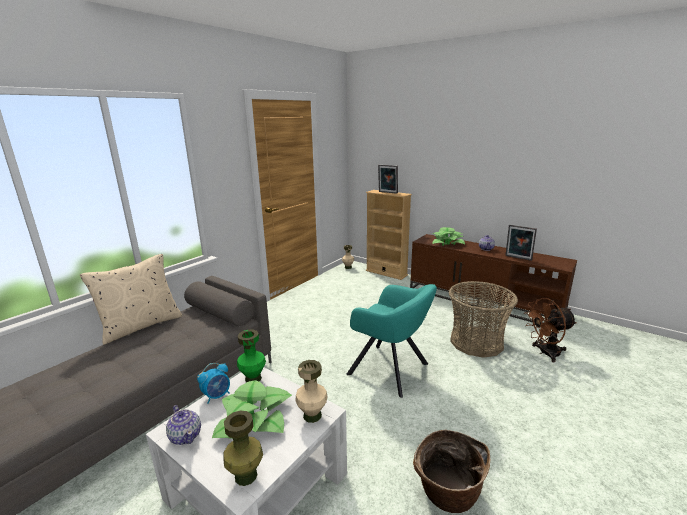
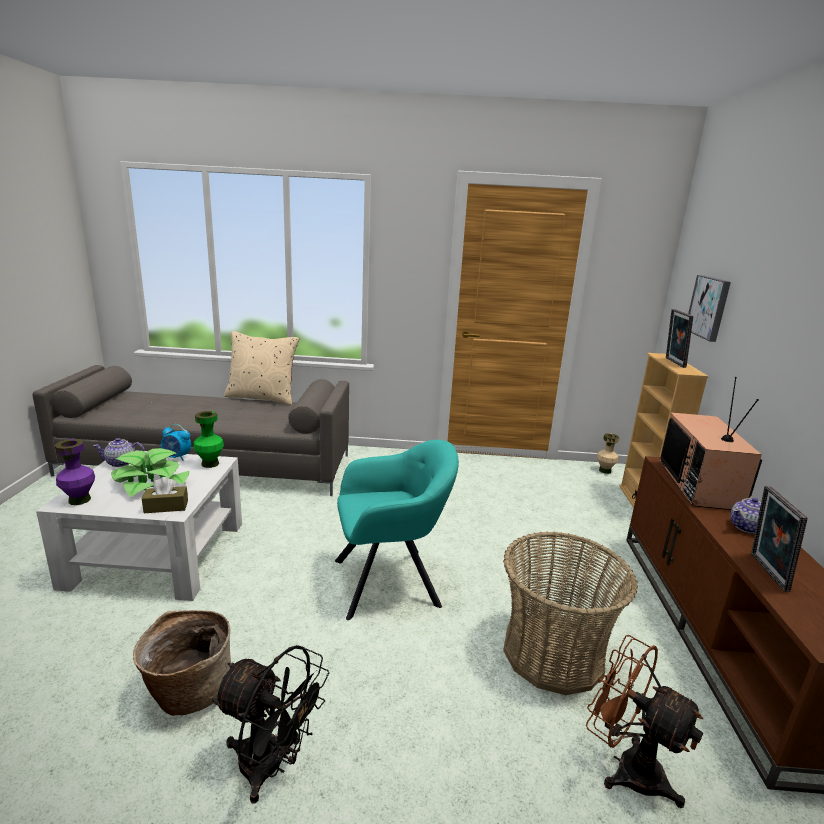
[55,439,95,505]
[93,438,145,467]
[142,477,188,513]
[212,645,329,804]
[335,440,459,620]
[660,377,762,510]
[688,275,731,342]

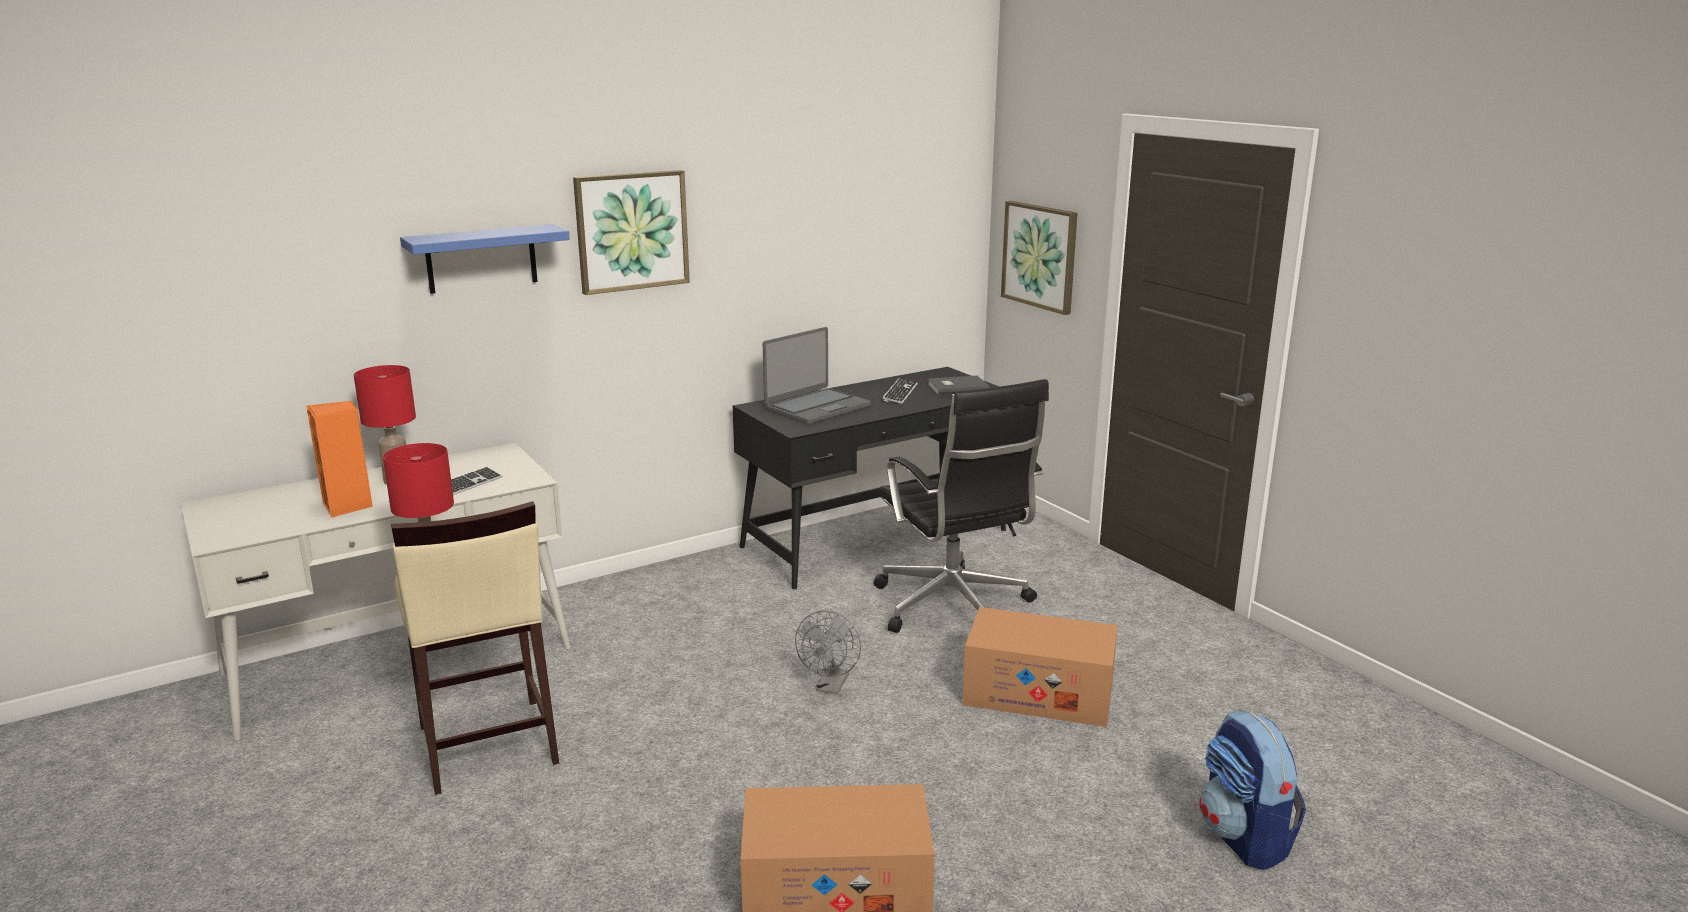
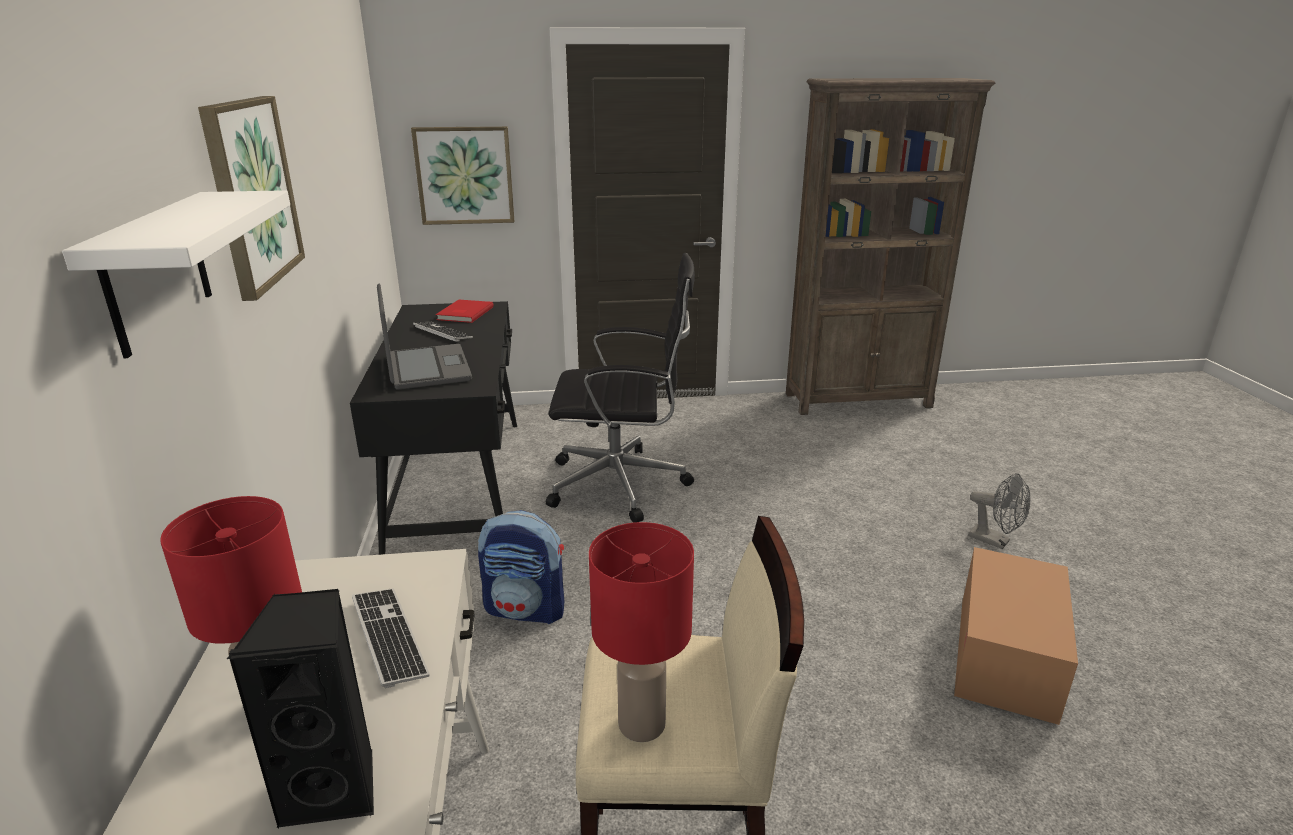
[62,190,290,358]
[227,589,374,828]
[436,300,494,323]
[478,510,564,624]
[786,78,995,415]
[968,473,1031,549]
[963,607,1118,727] (first image)

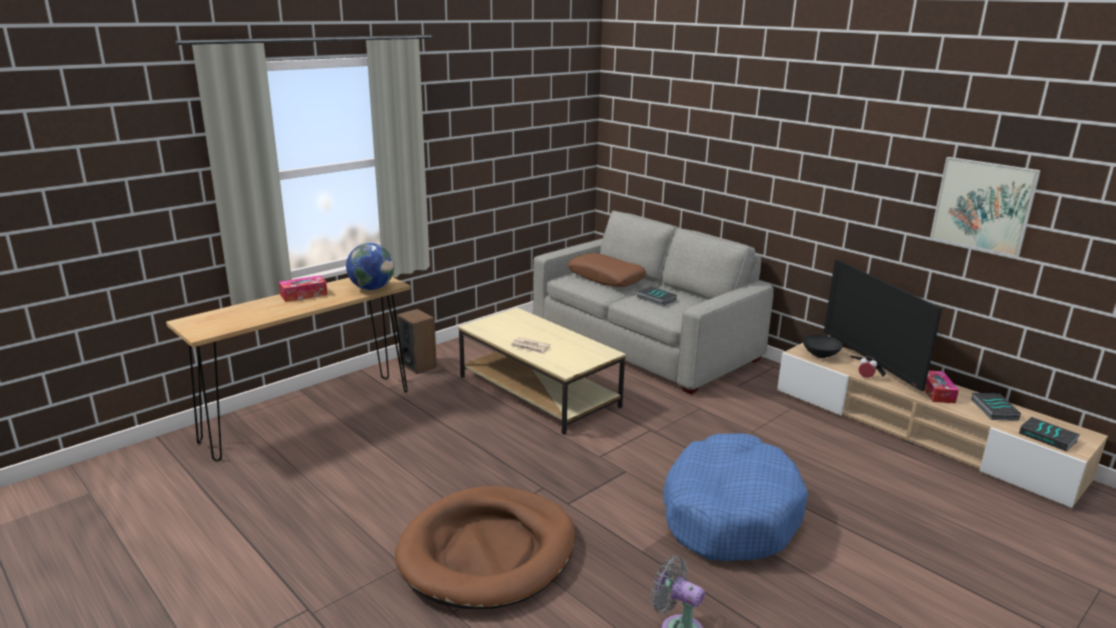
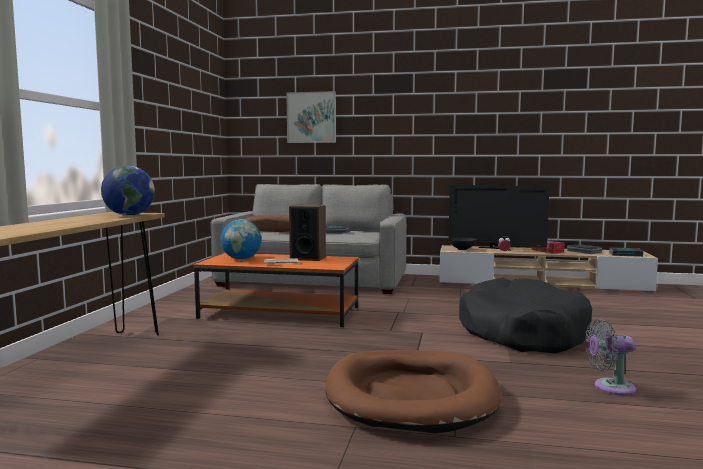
[193,253,359,327]
[221,219,261,260]
[286,91,336,143]
[289,205,326,261]
[459,278,592,353]
[279,275,328,302] (first image)

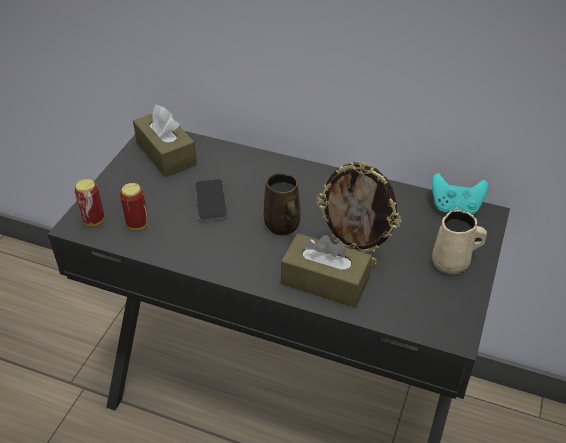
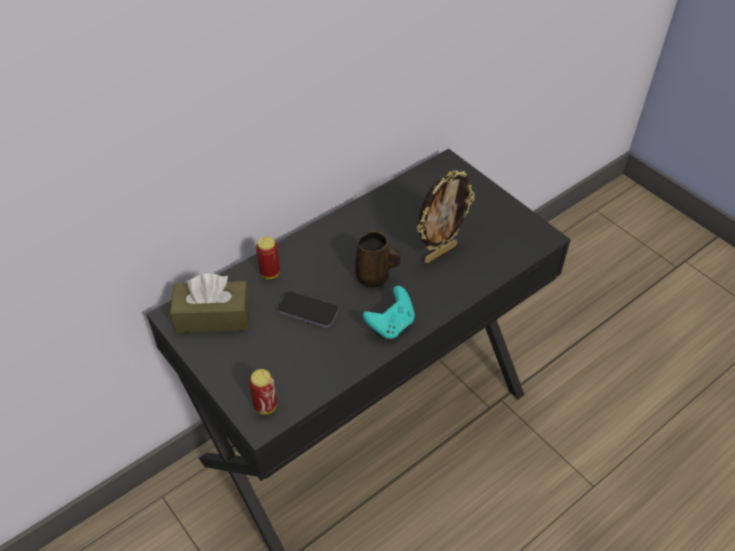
[256,236,280,279]
[363,286,415,339]
[281,233,372,308] (first image)
[432,210,487,274] (first image)

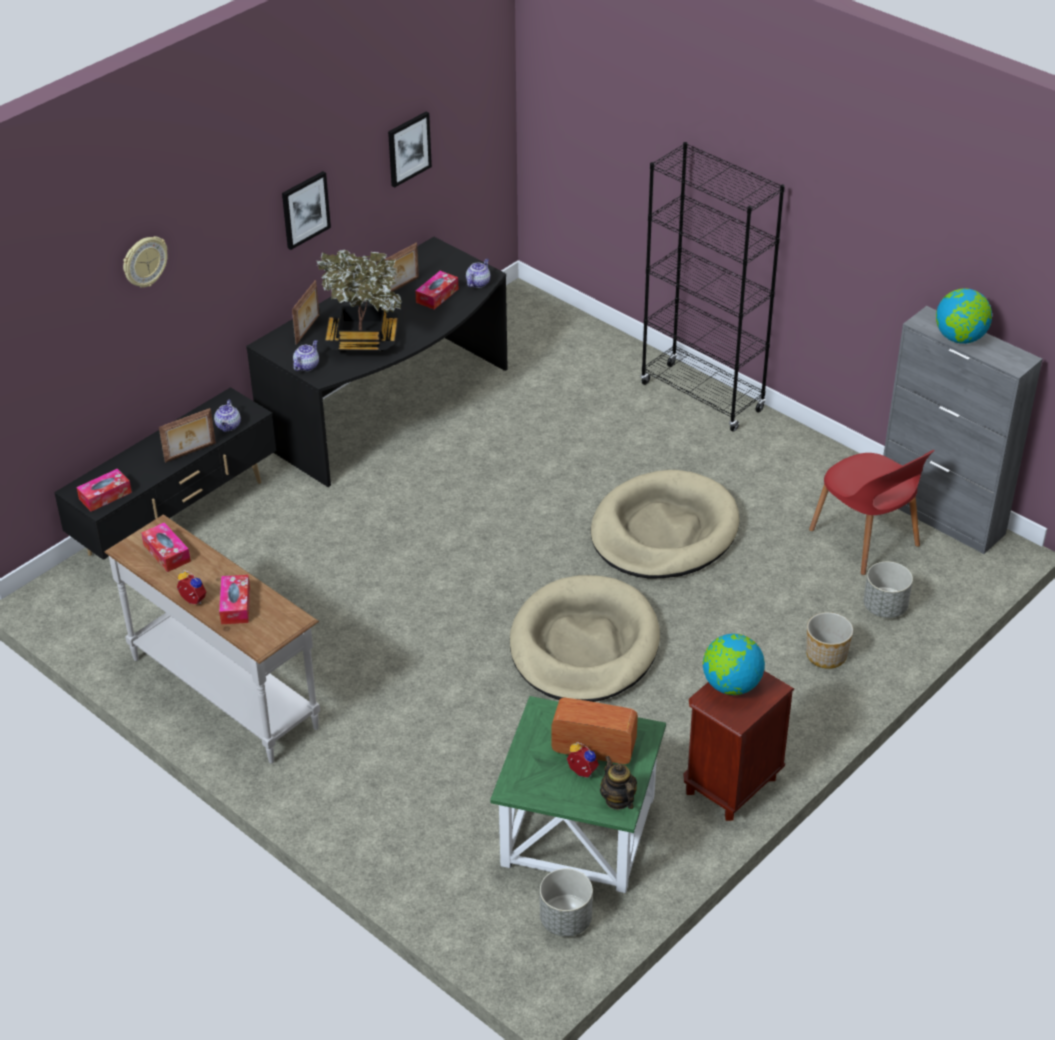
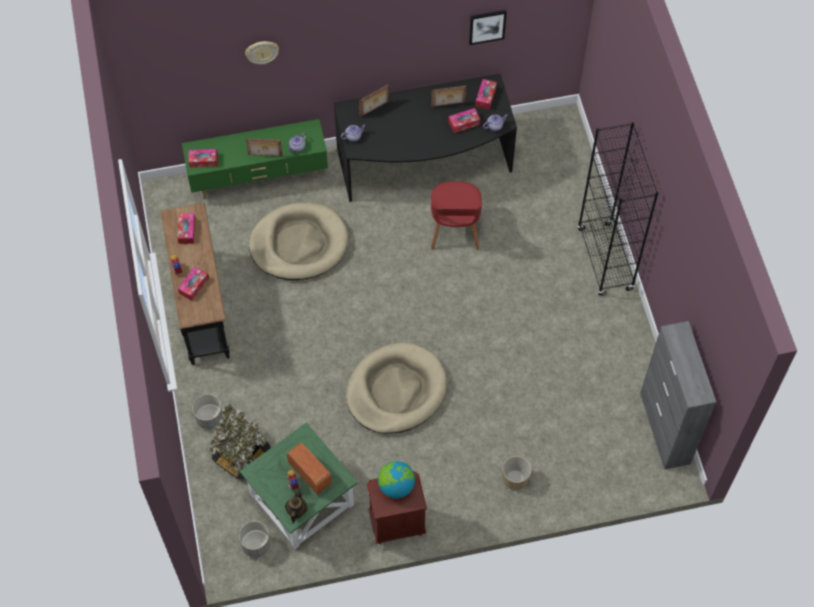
[160,203,229,365]
[182,119,328,199]
[192,394,224,430]
[209,403,271,480]
[249,202,348,280]
[431,181,482,250]
[475,79,497,110]
[282,171,331,250] (first image)
[936,288,992,344] (first image)

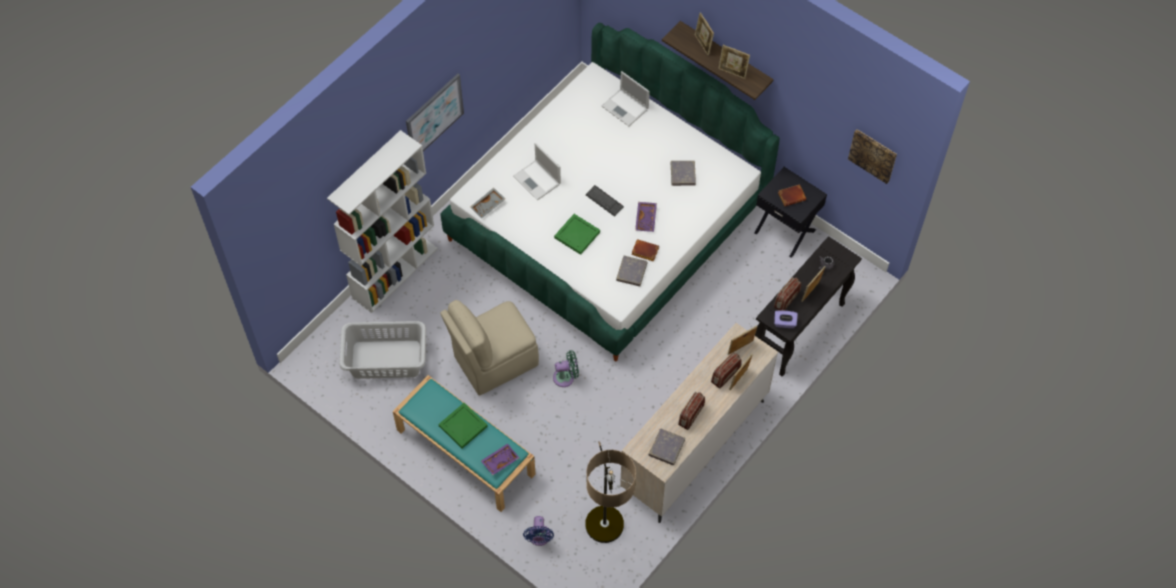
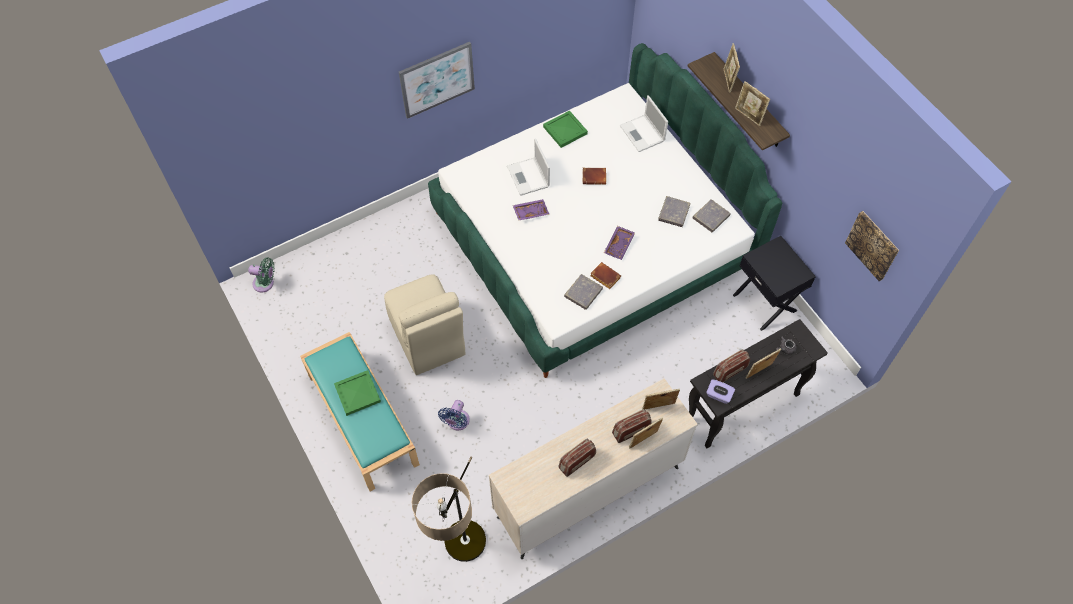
[248,257,275,292]
[384,274,465,375]
[438,400,470,431]
[513,199,549,220]
[543,110,588,148]
[582,168,606,185]
[693,199,731,232]
[327,130,438,313] (first image)
[339,321,426,379] (first image)
[470,188,505,218] (first image)
[586,185,624,217] (first image)

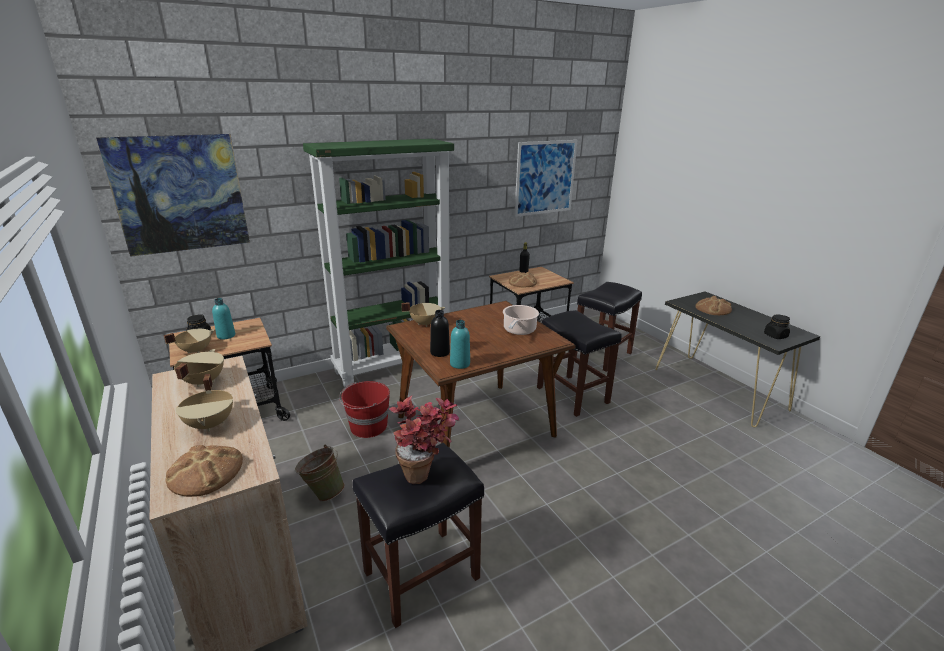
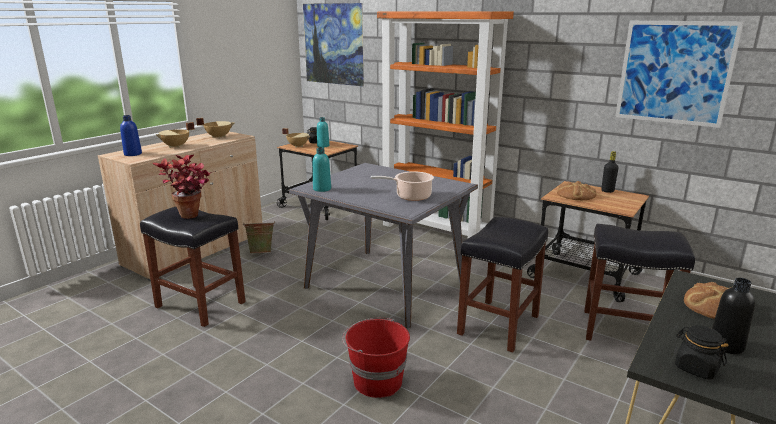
[120,115,142,156]
[289,163,478,328]
[342,318,410,398]
[377,11,514,238]
[712,278,755,354]
[401,302,445,327] (first image)

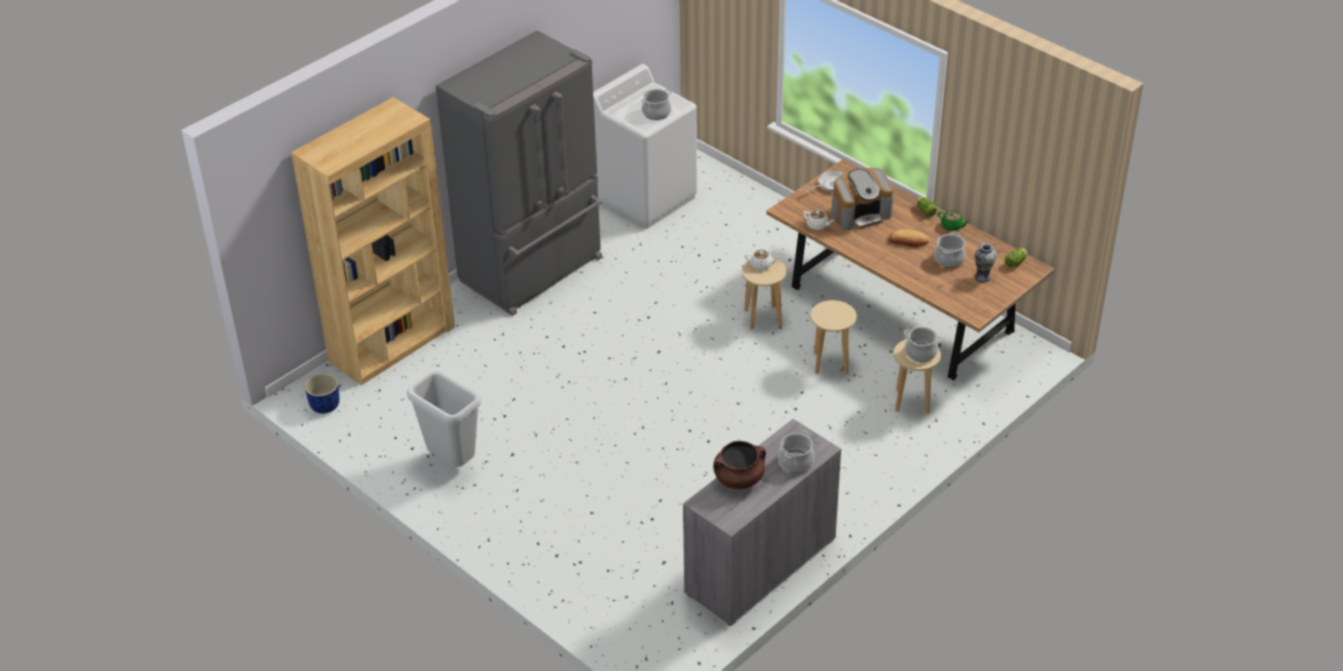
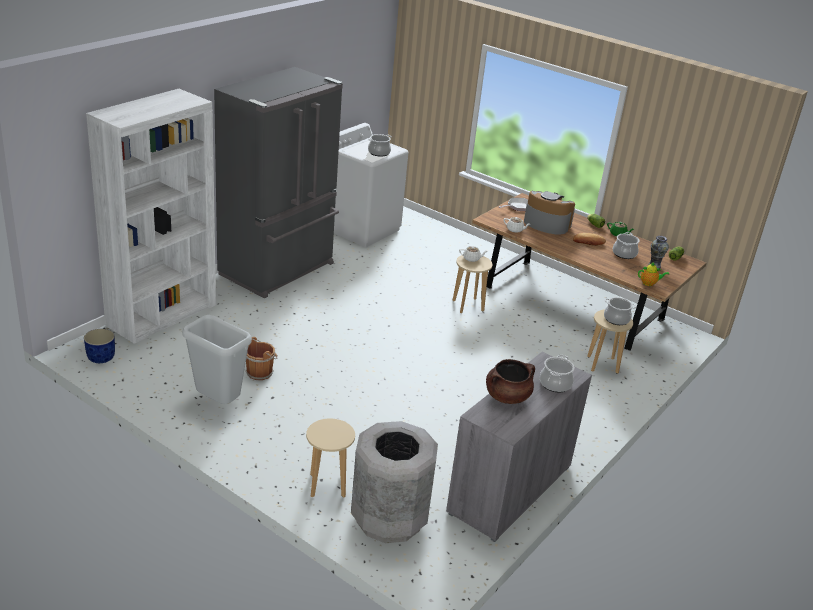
[86,89,216,344]
[245,337,278,380]
[306,419,355,498]
[351,421,438,543]
[524,191,575,235]
[638,262,669,286]

